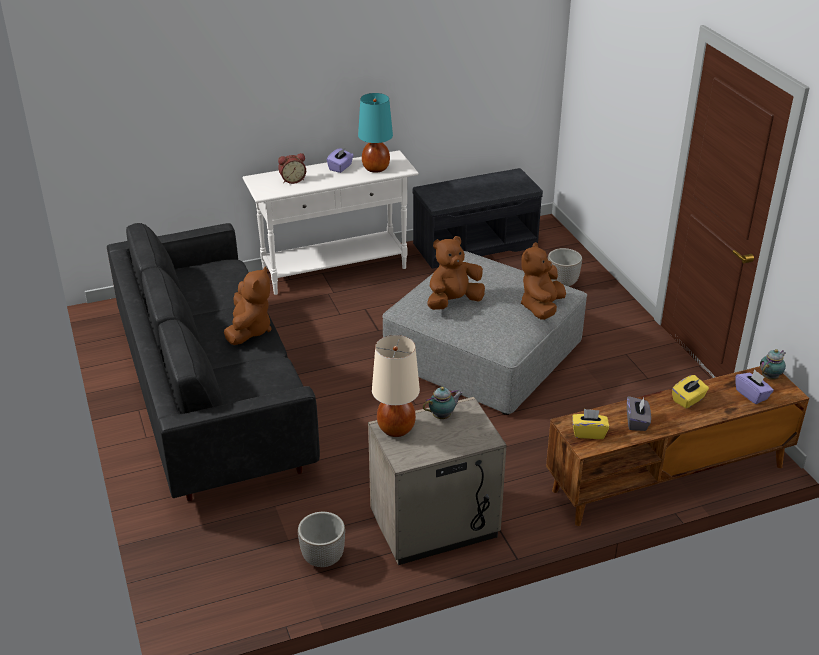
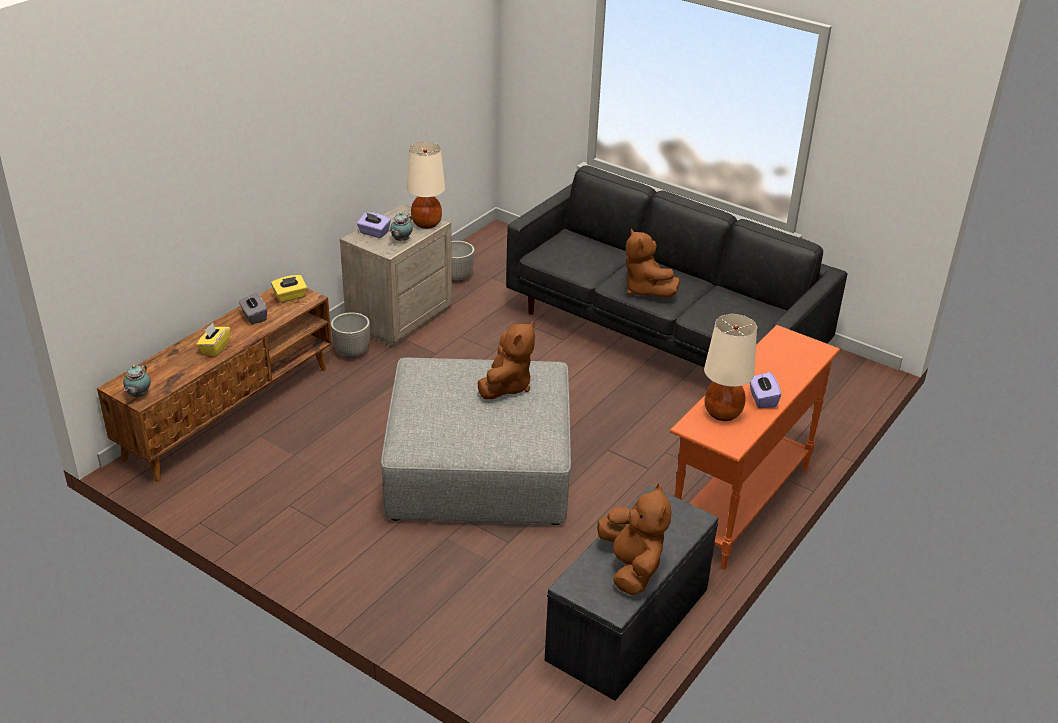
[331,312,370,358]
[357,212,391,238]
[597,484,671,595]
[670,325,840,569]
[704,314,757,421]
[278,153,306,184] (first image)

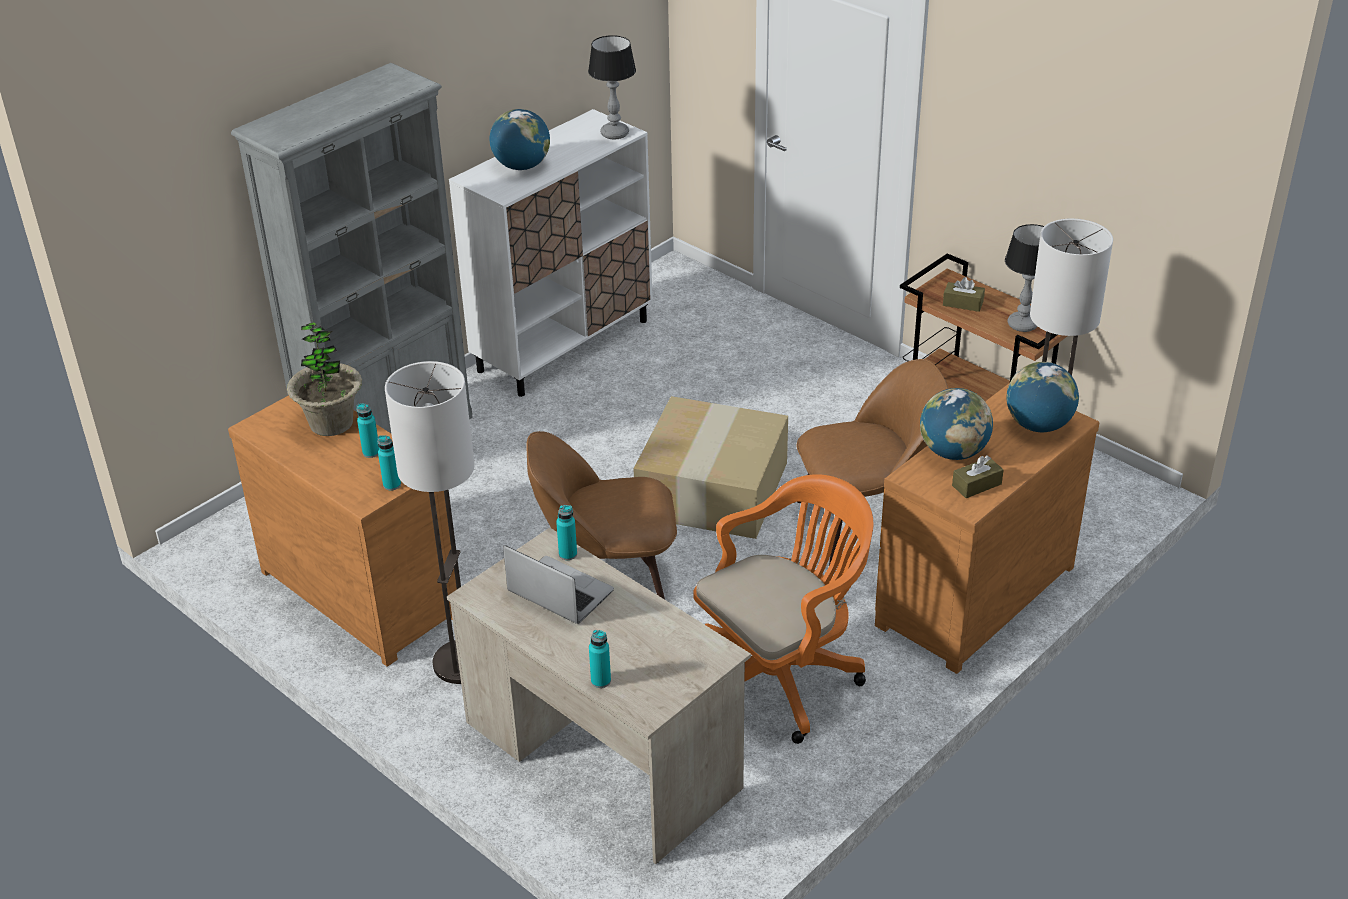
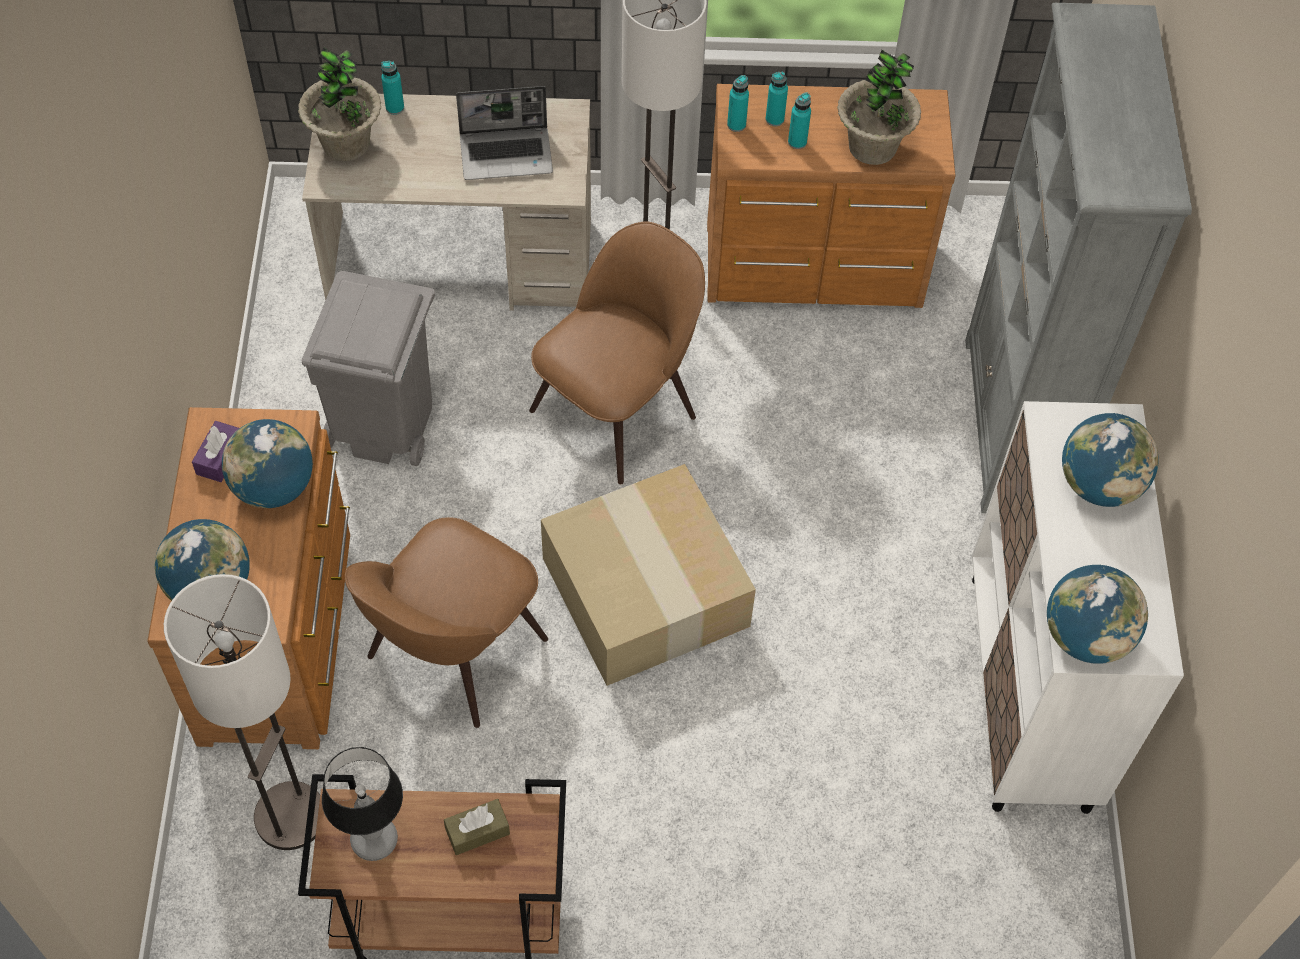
[192,421,239,482]
[298,48,381,161]
[302,271,435,466]
[766,72,788,126]
[1047,565,1148,664]

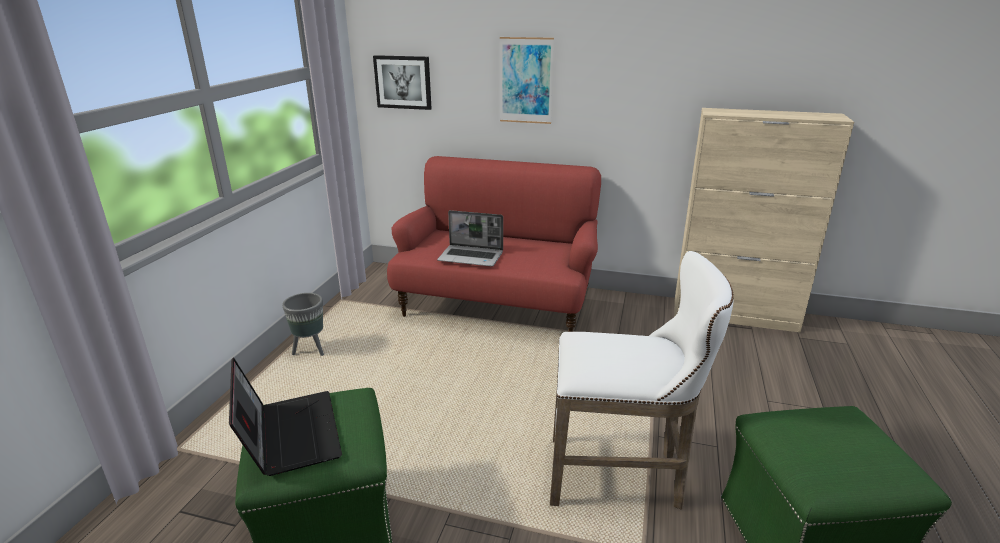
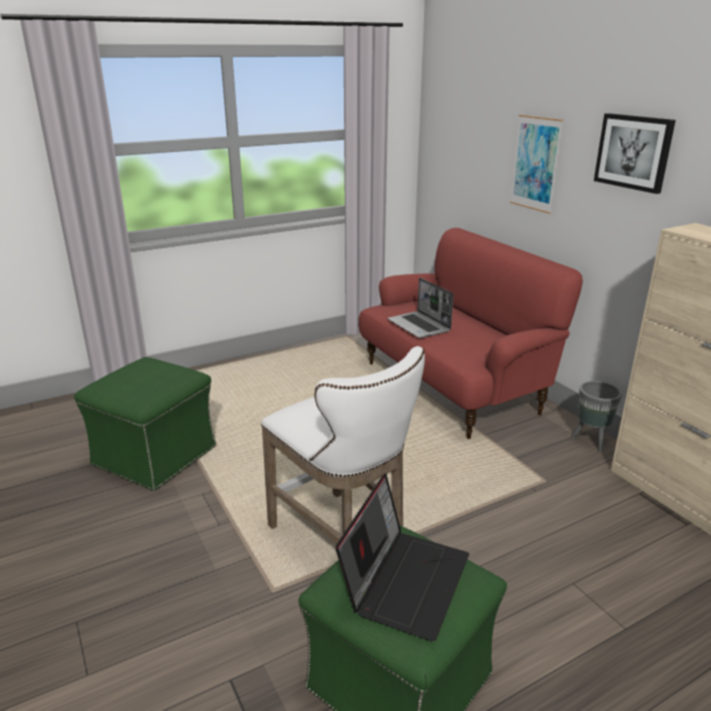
[335,473,469,641]
[571,381,622,452]
[594,113,676,194]

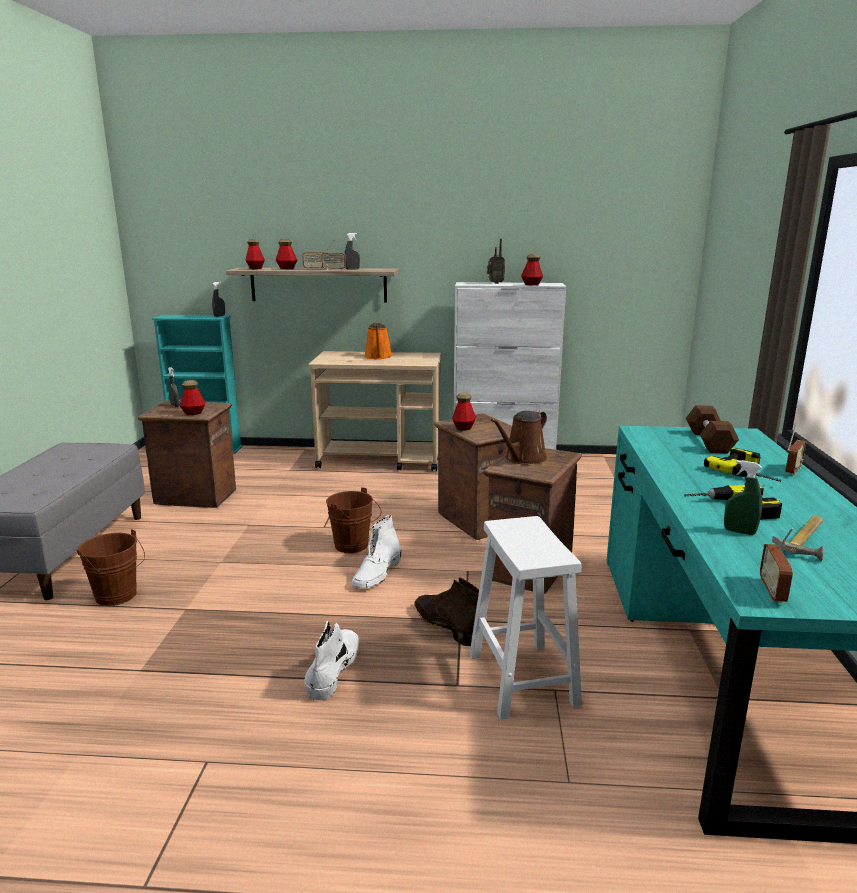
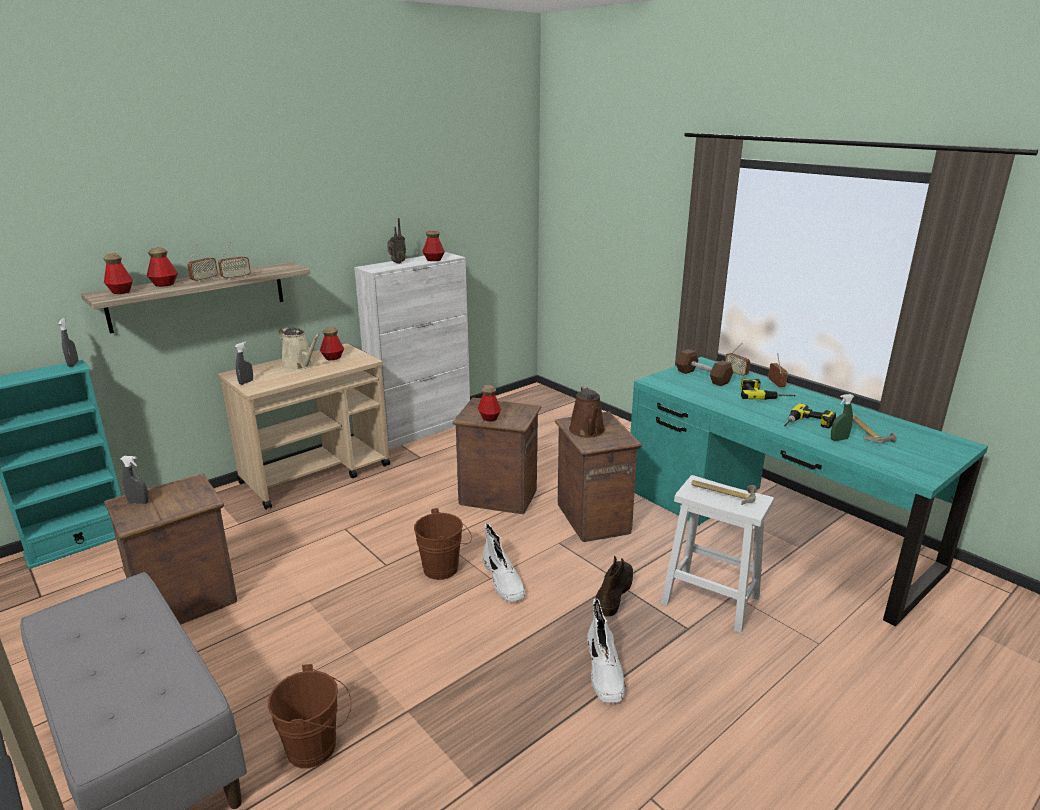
[235,342,253,385]
[279,327,320,370]
[320,327,344,360]
[587,598,626,703]
[596,556,633,616]
[691,480,757,505]
[725,342,750,377]

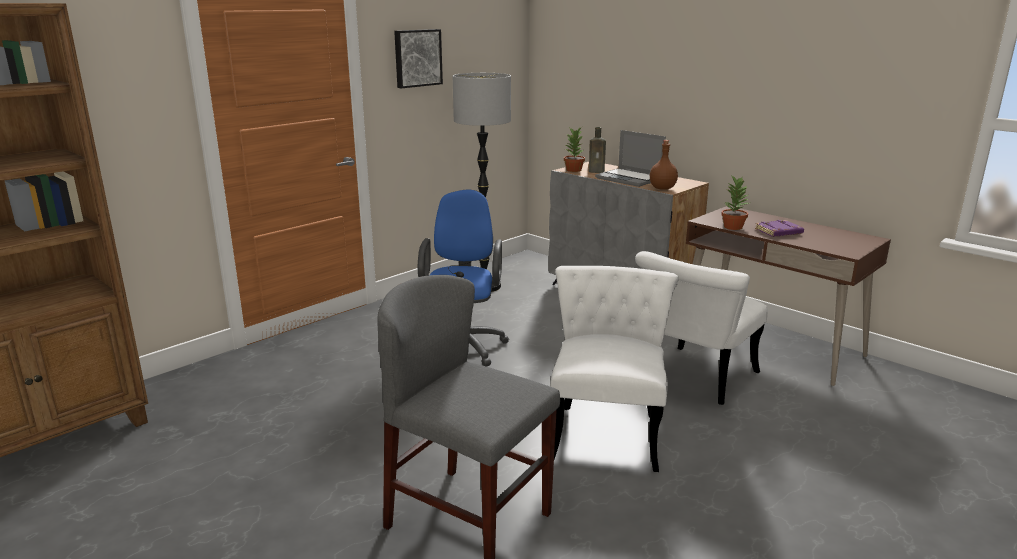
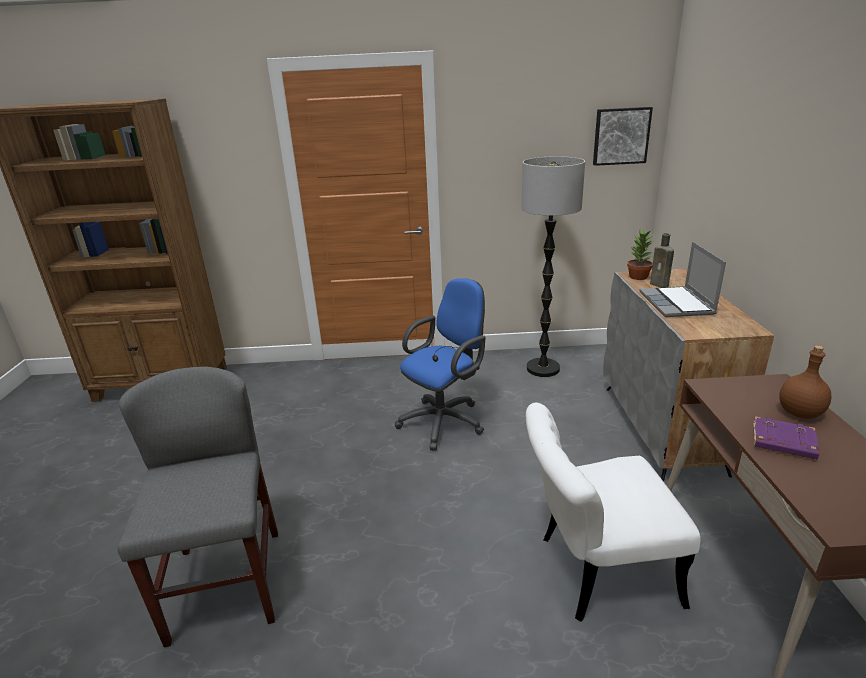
[593,107,653,166]
[779,345,832,419]
[550,266,679,472] (first image)
[721,175,749,230] (first image)

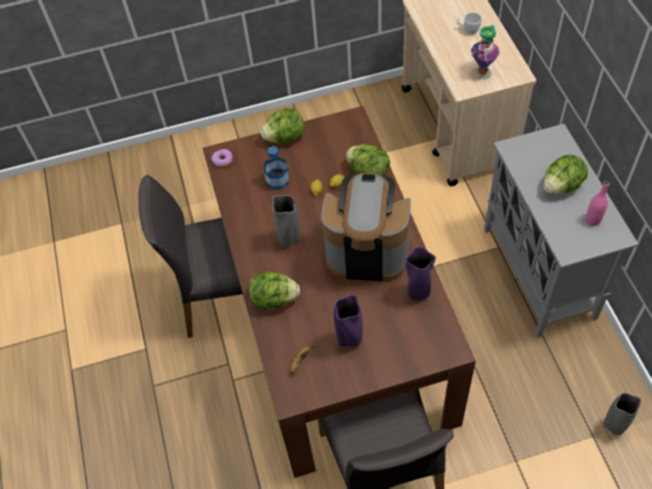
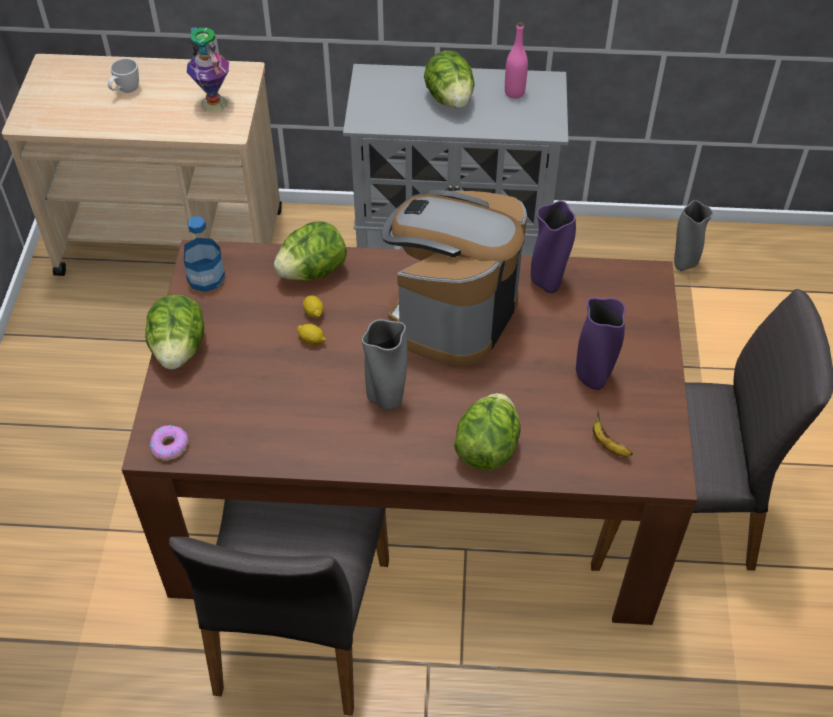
[184,216,225,292]

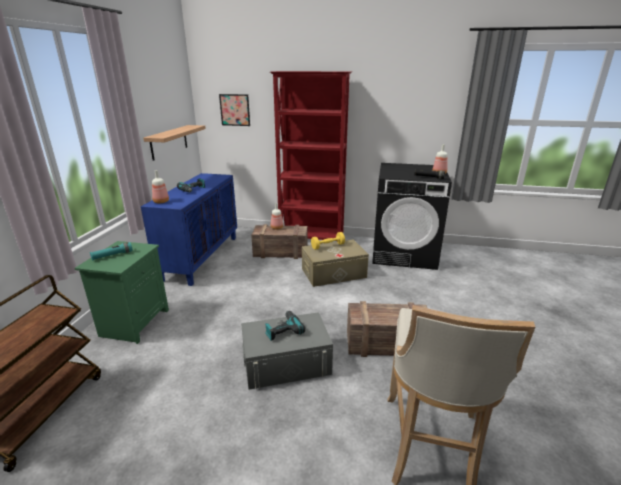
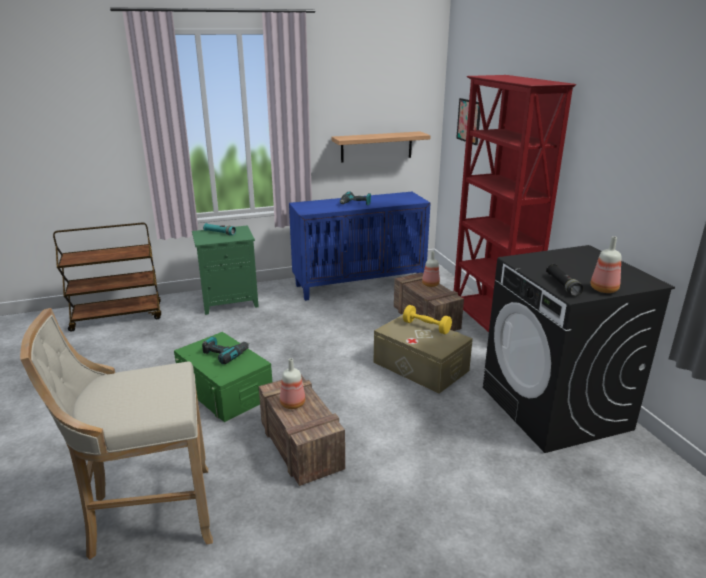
[174,332,272,422]
[280,358,305,409]

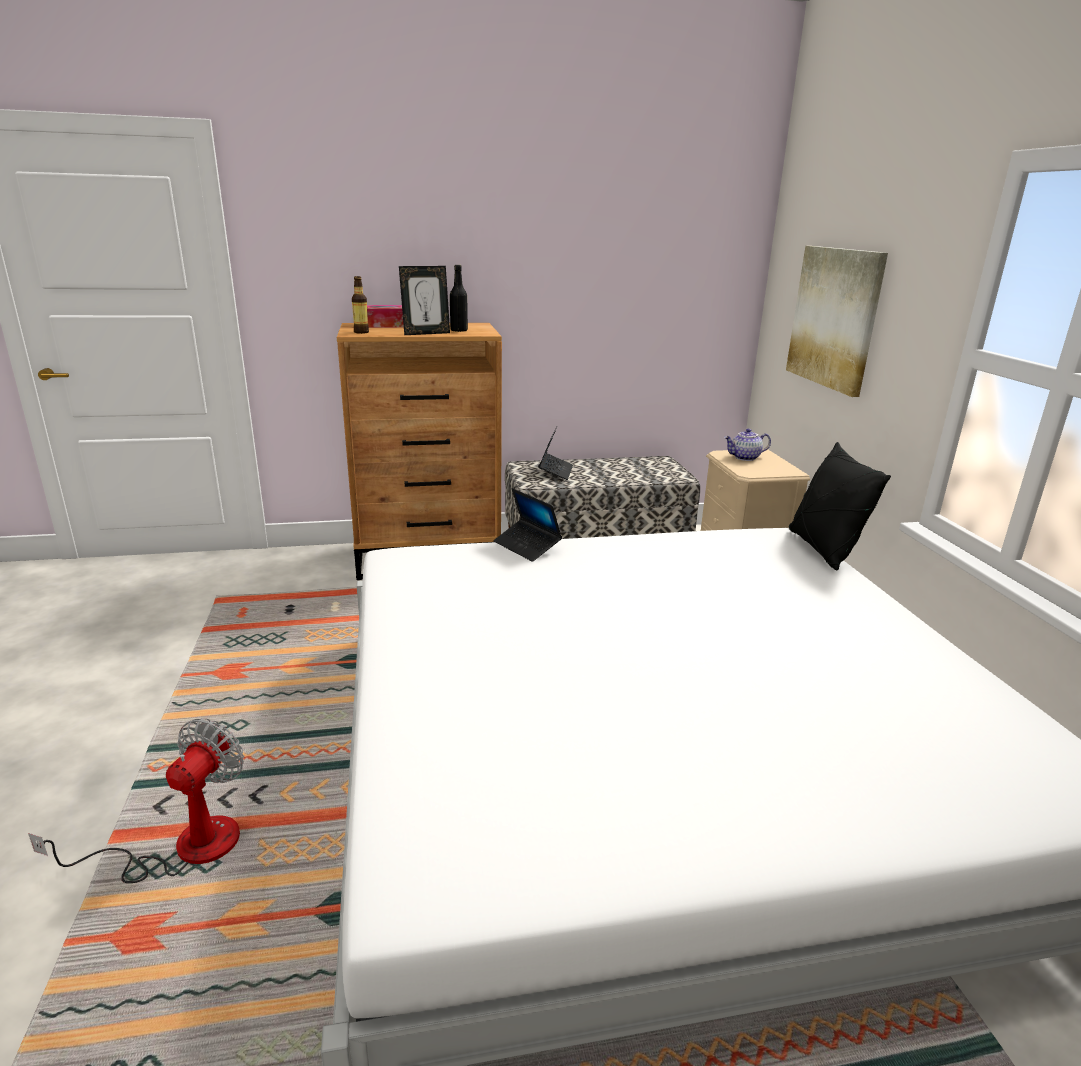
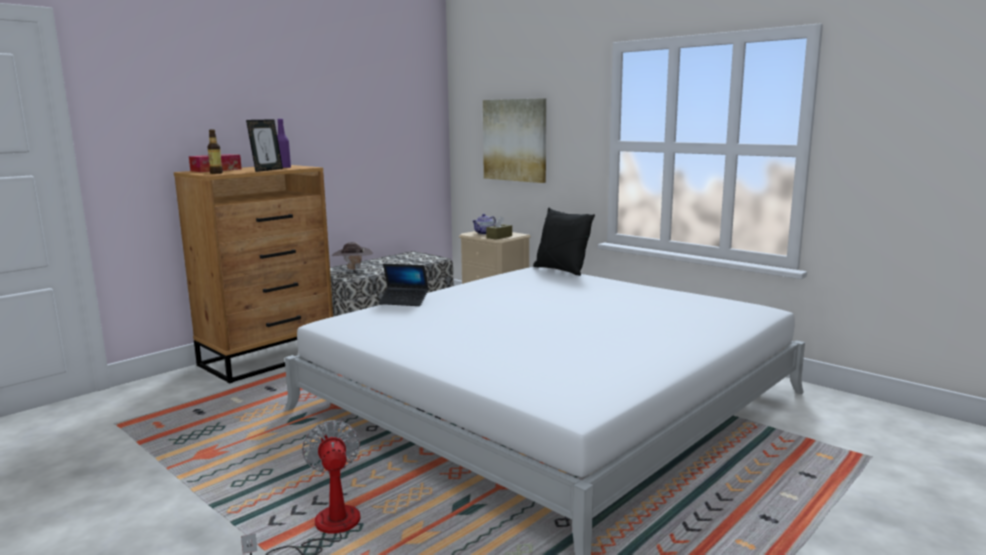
[277,119,291,168]
[331,242,373,270]
[486,216,512,240]

